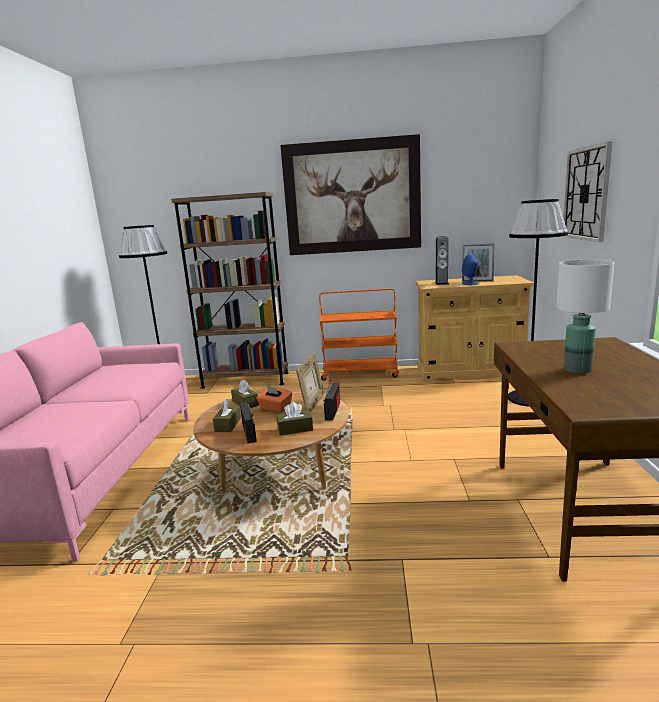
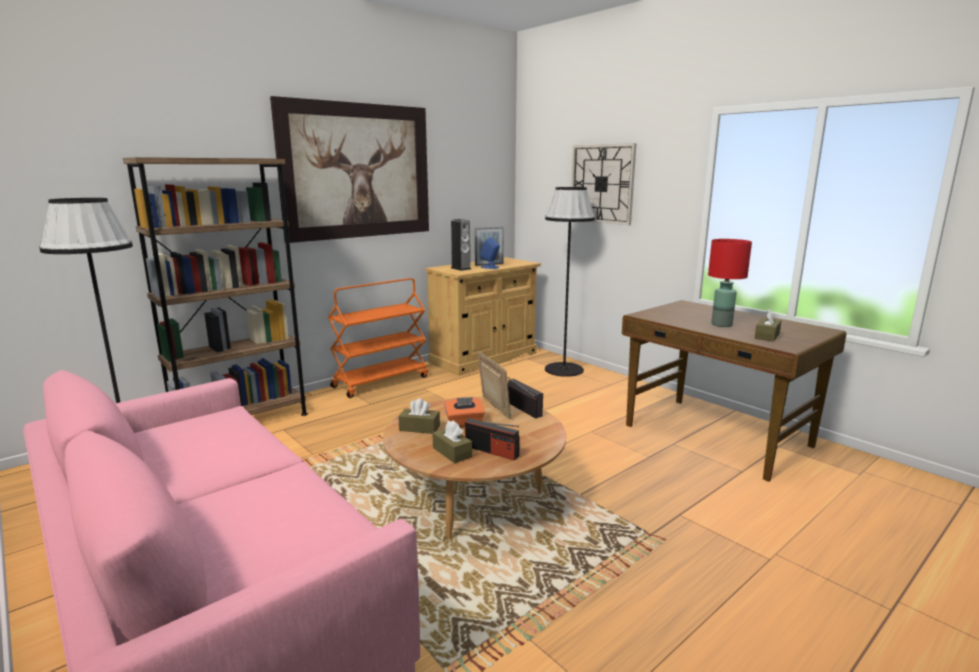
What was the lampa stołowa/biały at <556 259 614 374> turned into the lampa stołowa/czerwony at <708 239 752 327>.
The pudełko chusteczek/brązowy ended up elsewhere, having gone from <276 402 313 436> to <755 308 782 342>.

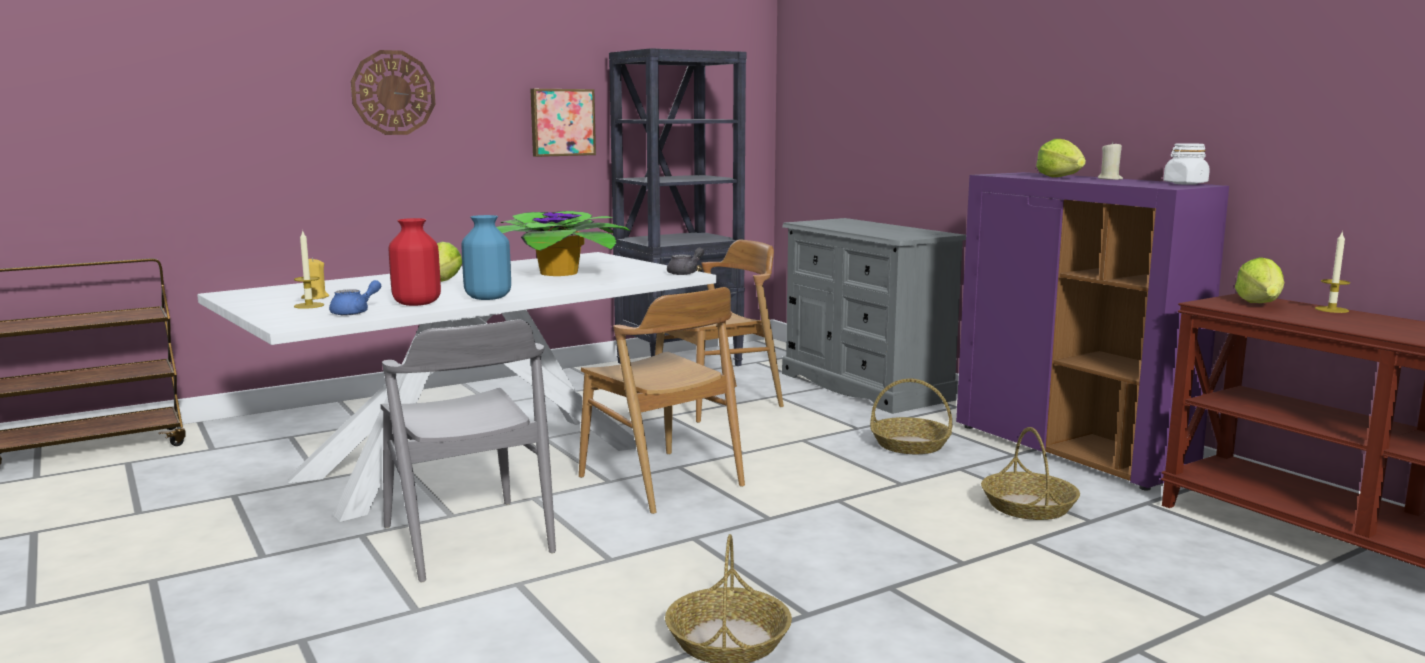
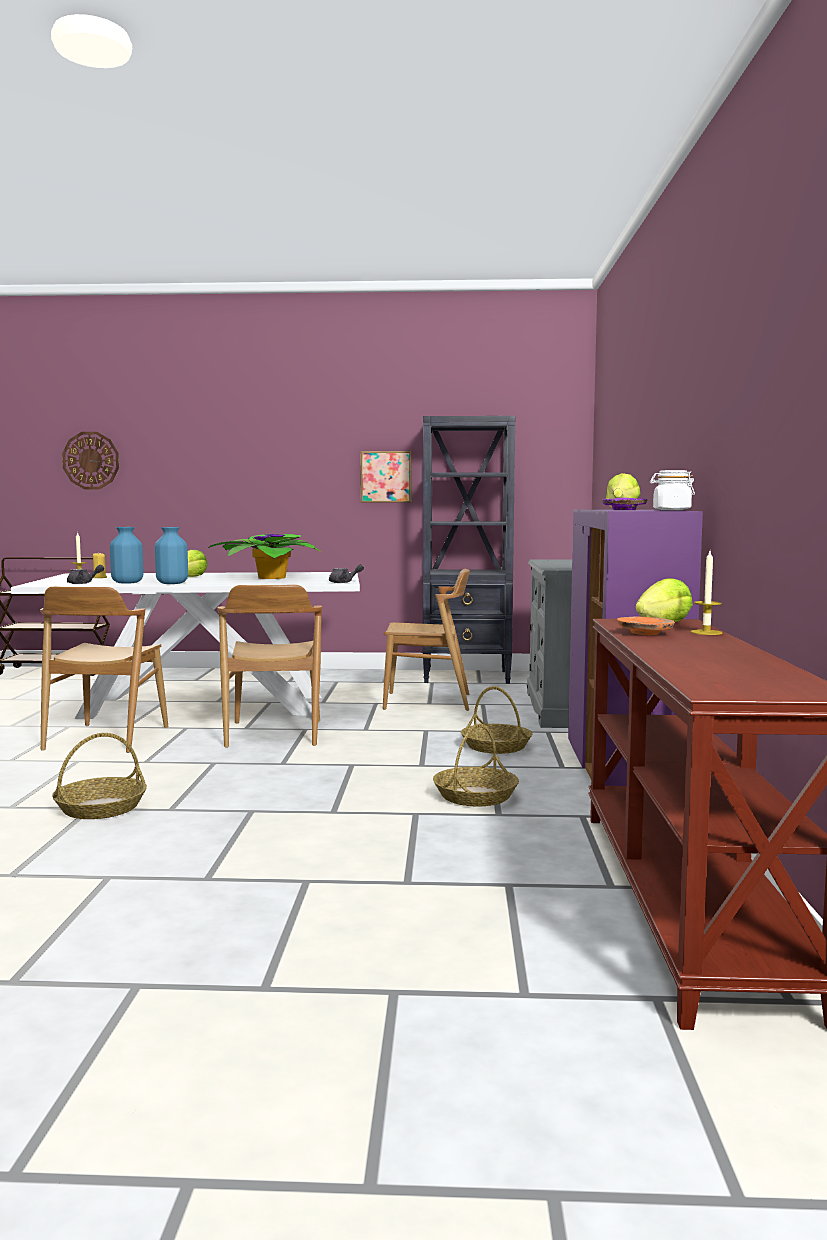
What was the krzesło/szary at <381 320 556 582> turned into the krzesło/brązowy at <40 586 168 753>.
The zegar ścienny ended up elsewhere, having gone from <351 50 435 135> to <62 432 119 489>.
What was the imbryk/niebieski at <329 280 381 315> turned into the imbryk/szary at <67 565 104 584>.
What was the wazon/czerwony at <389 218 441 306> turned into the wazon/niebieski at <110 527 143 584>.
The second view gained the talerz/fioletowy at <602 498 648 510>.
The second view gained the talerz/pomarańczowy at <617 617 675 635>.
The second view lost the świeca/beżowy at <1097 142 1123 180>.

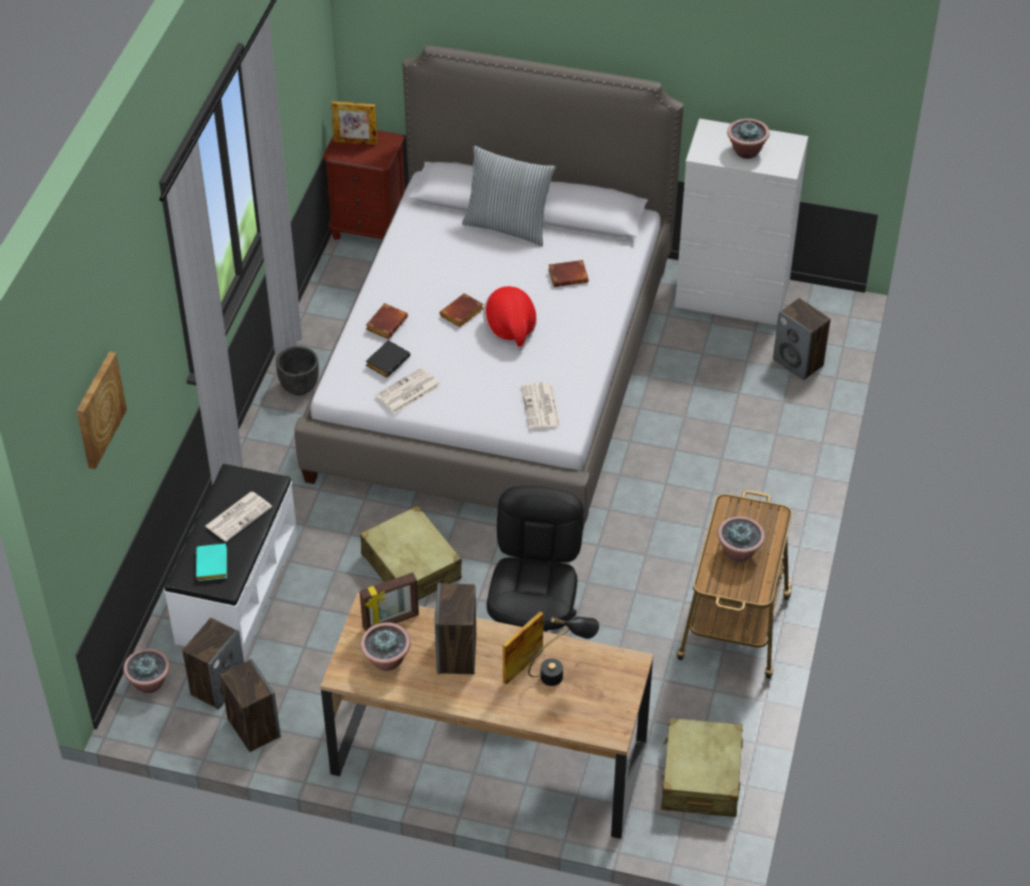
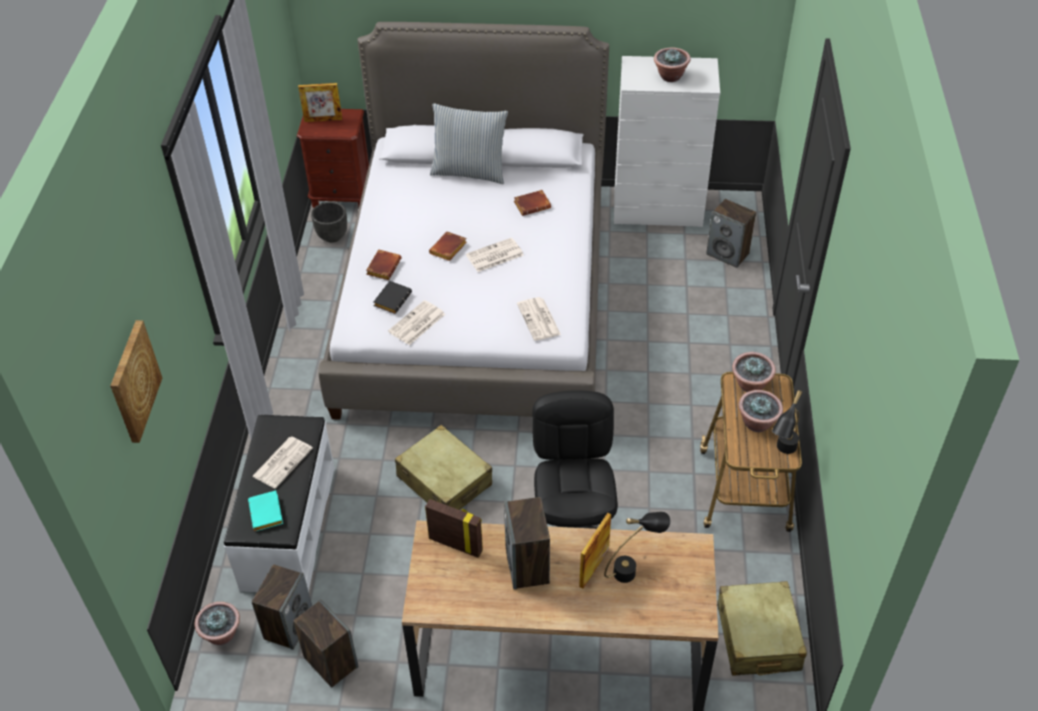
The donica/czarny ended up elsewhere, having gone from <276 346 319 396> to <311 202 347 243>.
The ramka na zdjęcie at <360 572 419 632> ended up facing another way, 120 degrees counterclockwise from before.
Where the kapelusz stood at <483 286 537 351>, the gazeta came to stand at <466 238 524 272>.
The roślina doniczkowa ended up elsewhere, having gone from <361 622 411 671> to <732 352 776 392>.
The second view gained the lampa stołowa/czarny at <772 390 803 454>.

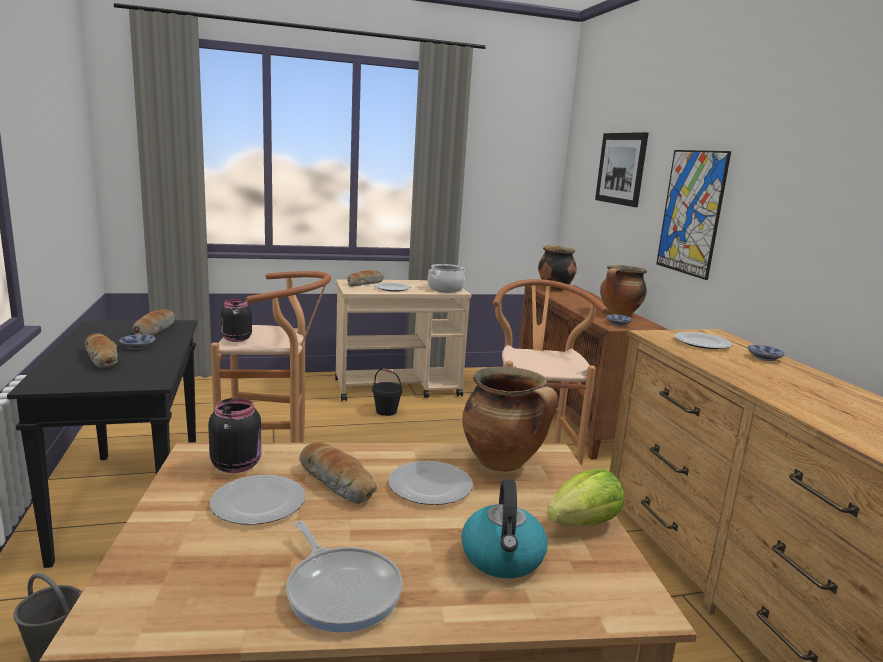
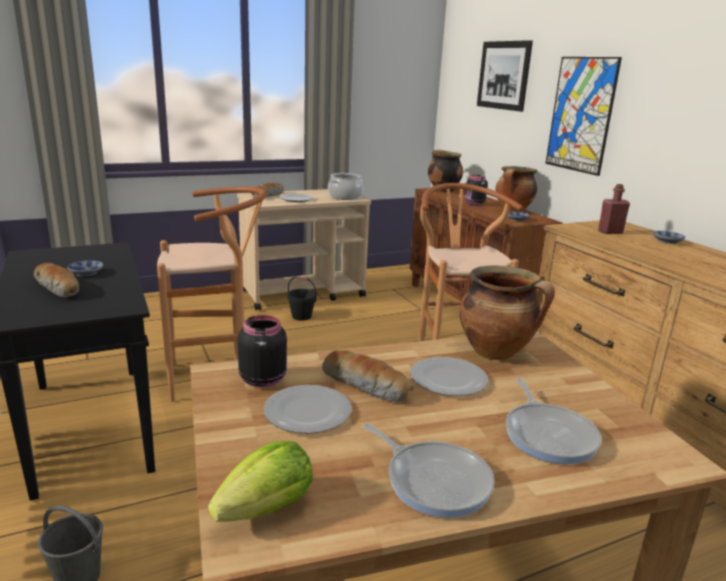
The sałata ended up elsewhere, having gone from <547 469 624 526> to <208 441 313 522>.
The słoik/czarny ended up elsewhere, having gone from <221 299 252 342> to <465 175 488 206>.
Where the czajnik stood at <461 479 548 578>, the patelnia came to stand at <506 378 602 464>.
Where the talerz stood at <674 332 732 349>, the butelka/czerwony came to stand at <598 184 630 234>.
The second view lost the chleb at <132 309 175 336>.

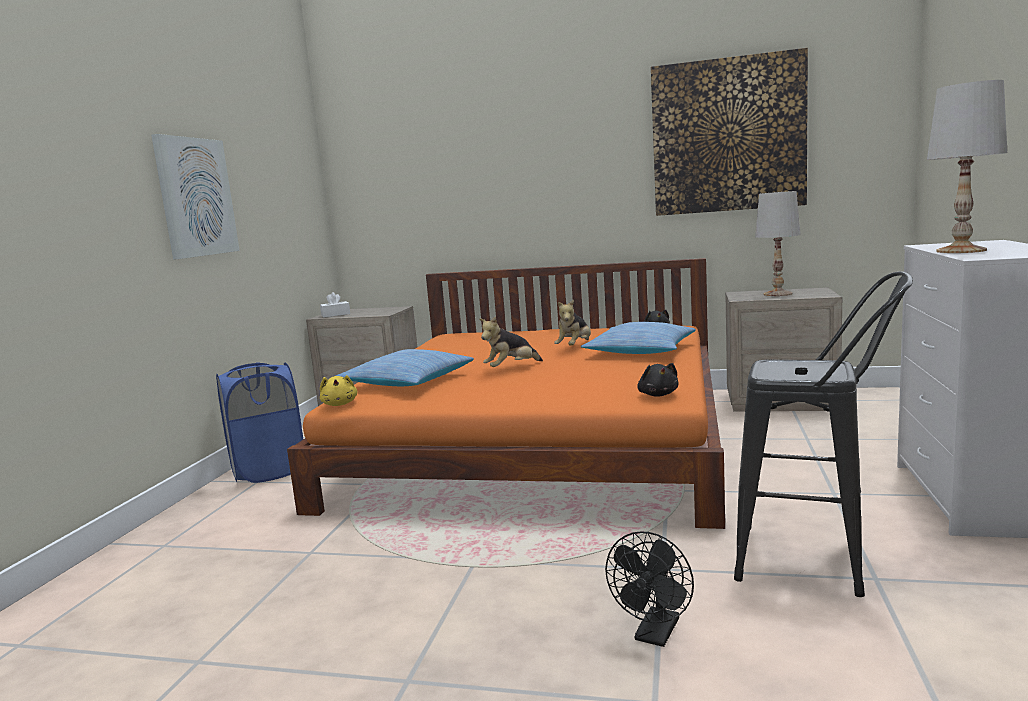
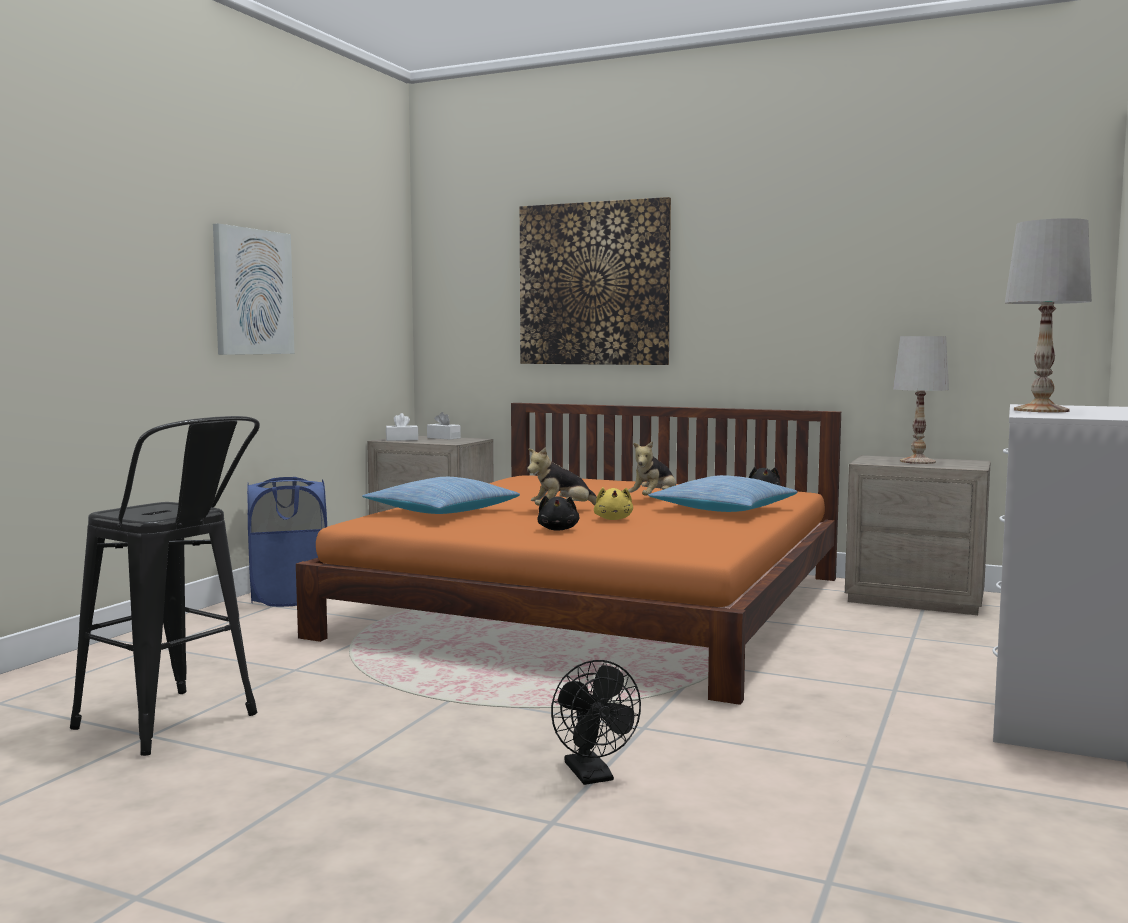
The stołek/czarny ended up elsewhere, having gone from <734 271 913 597> to <70 416 260 756>.
The second view gained the pudełko chusteczek/biały at <427 412 461 440>.
The obraz ended up elsewhere, having gone from <651 48 808 216> to <520 197 671 365>.
The pluszak/czarny ended up elsewhere, having gone from <637 363 678 397> to <537 495 579 531>.
The wentylator/czarny at <605 532 694 647> ended up facing another way, 60 degrees counterclockwise from before.
The pluszak/żółty ended up elsewhere, having gone from <320 375 357 406> to <594 487 633 520>.

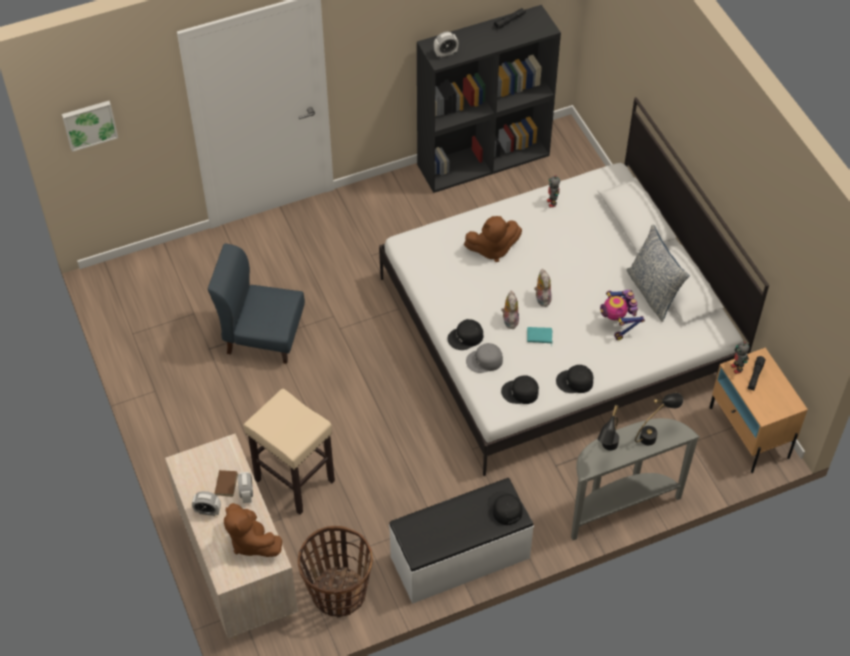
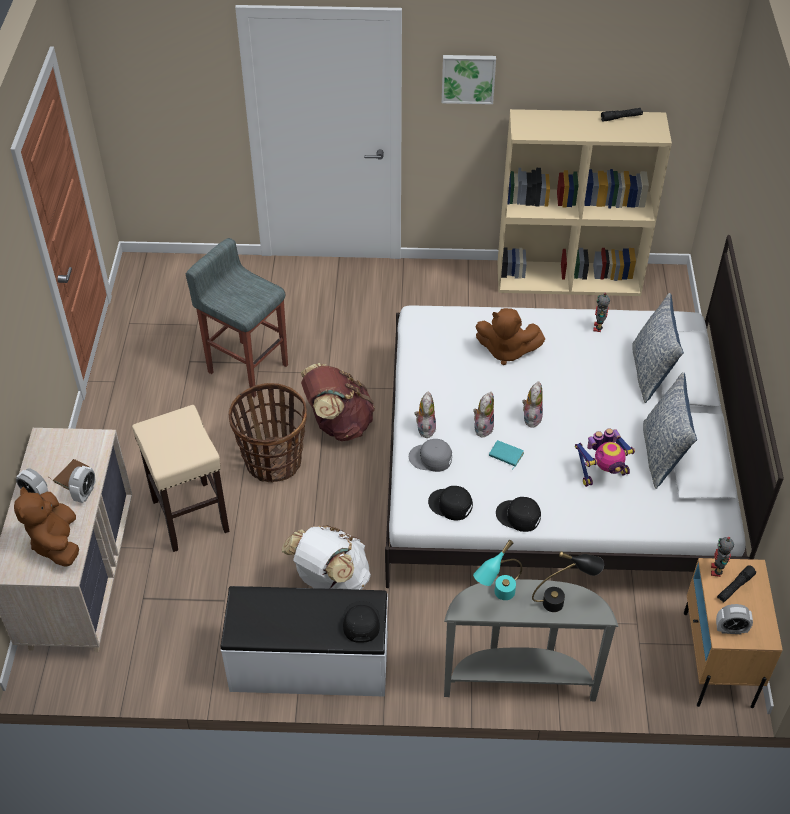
Where the krzesło/niebieski stood at <208 244 305 364>, the stołek/szary came to stand at <186 238 288 398>.
The koszyk ended up elsewhere, having gone from <298 526 373 617> to <229 383 307 483>.
The second view gained the plecak/biały at <282 525 371 590>.
The second view gained the plecak/brązowy at <301 363 375 441>.
Where the czapka z daszkiem/czarny stood at <447 319 483 350>, the pluszak came to stand at <415 391 436 438>.
The obraz ended up elsewhere, having gone from <62 101 118 152> to <442 55 496 104>.
What was the lampa stołowa/czarny at <597 405 619 450> turned into the lampa stołowa/turkusowy at <473 540 522 600>.
What was the regał/czarny at <417 5 561 193> turned into the regał/beżowy at <498 109 672 296>.
The robot zabawkowy at <600 289 645 340> ended up facing another way, 120 degrees counterclockwise from before.
The second view gained the poduszka at <632 293 684 403>.
The budzik ended up elsewhere, having gone from <434 32 458 58> to <716 604 753 634>.

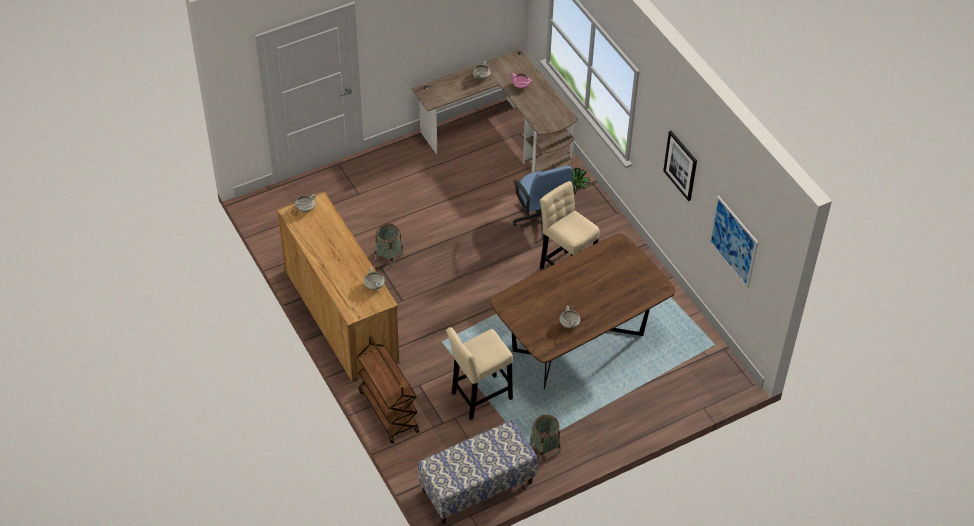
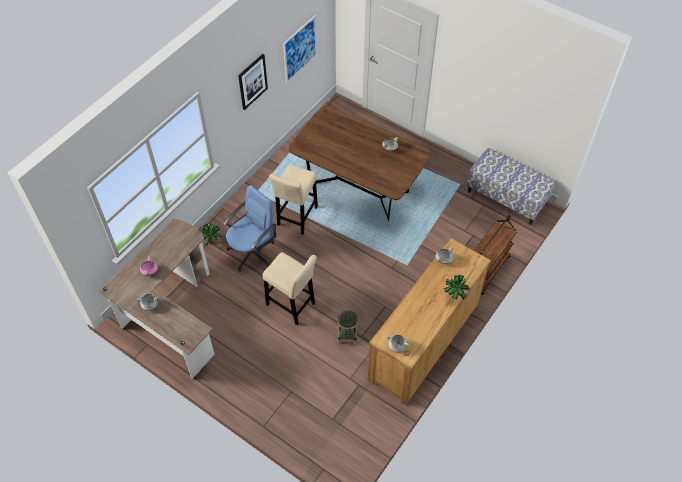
The stołek/beżowy ended up elsewhere, having gone from <446 327 513 420> to <262 252 317 325>.
The second view gained the roślina doniczkowa at <444 275 470 300>.
The second view lost the koszyk at <529 415 561 462>.

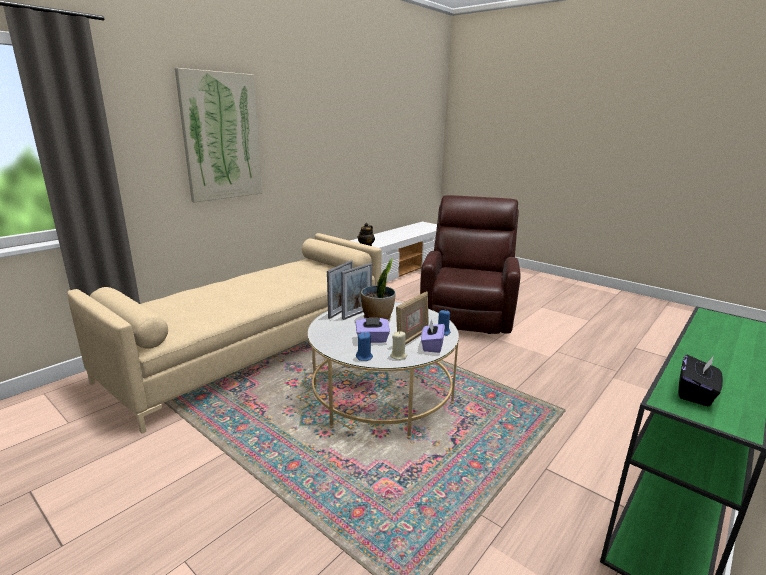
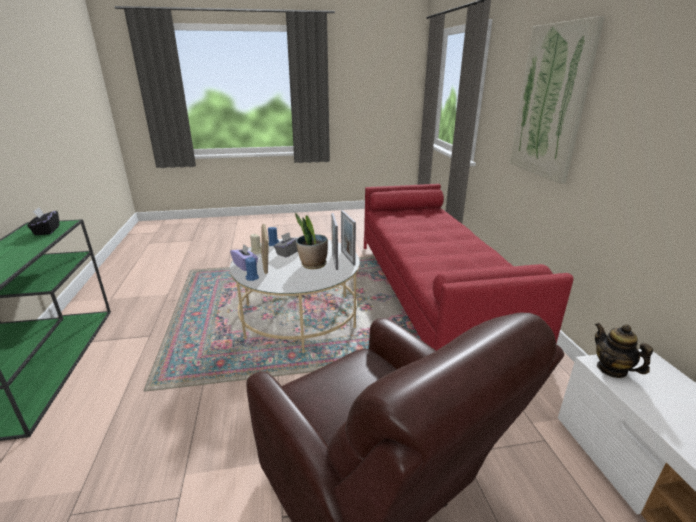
What was the pudełko chusteczek/fioletowy at <356 318 390 343> turned into the pudełko chusteczek/szary at <274 232 298 257>.
What was the kanapa/beżowy at <67 233 382 434> turned into the kanapa/czerwony at <364 184 574 351>.

